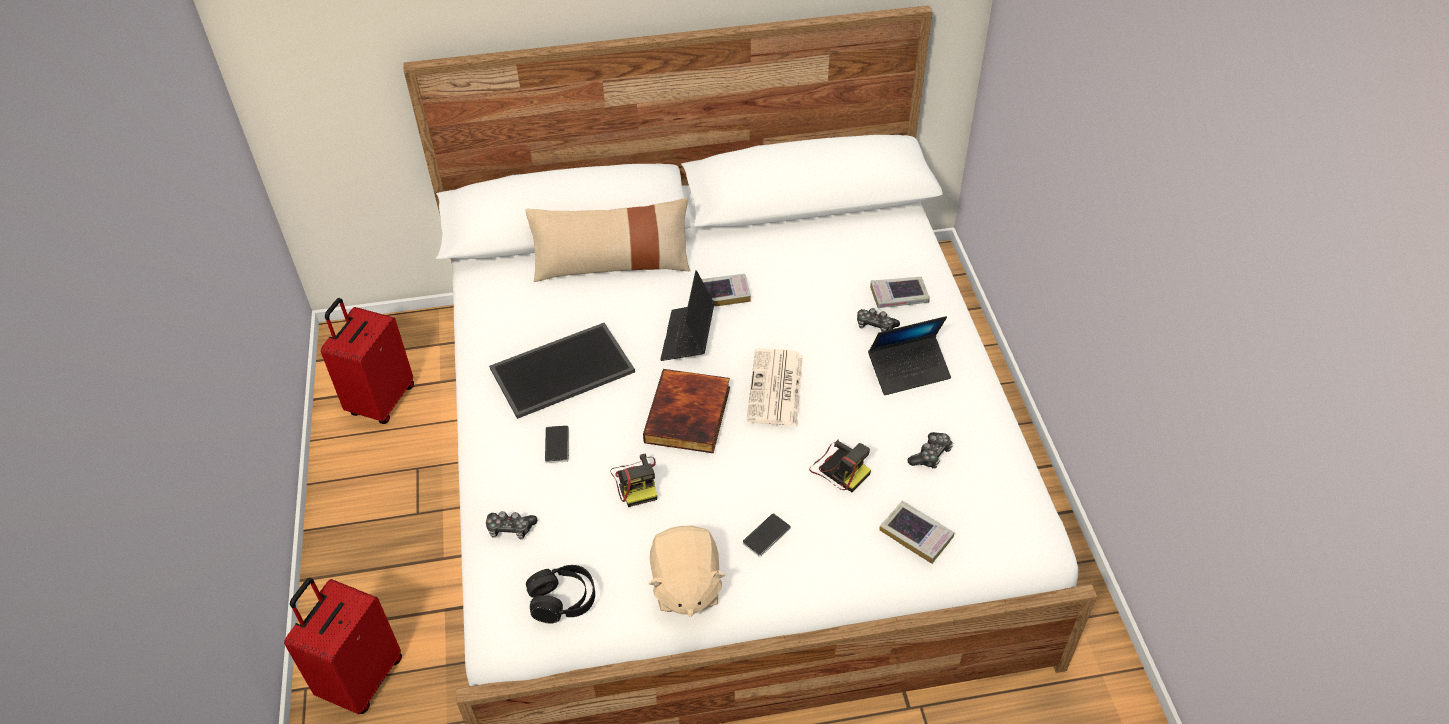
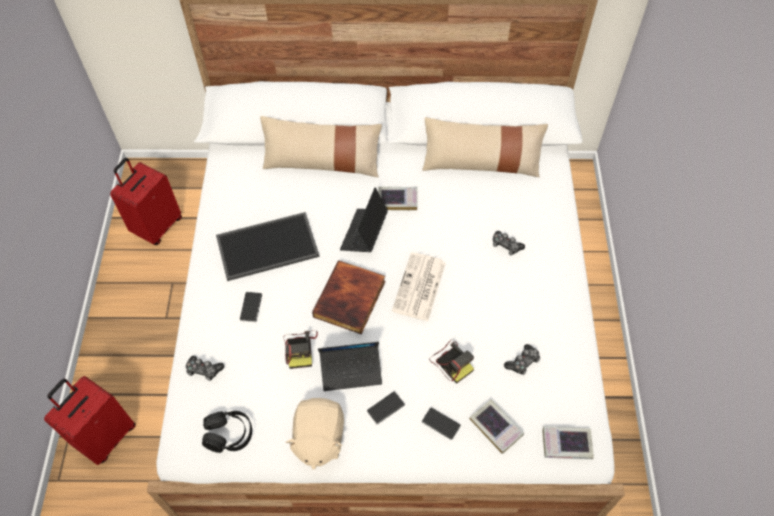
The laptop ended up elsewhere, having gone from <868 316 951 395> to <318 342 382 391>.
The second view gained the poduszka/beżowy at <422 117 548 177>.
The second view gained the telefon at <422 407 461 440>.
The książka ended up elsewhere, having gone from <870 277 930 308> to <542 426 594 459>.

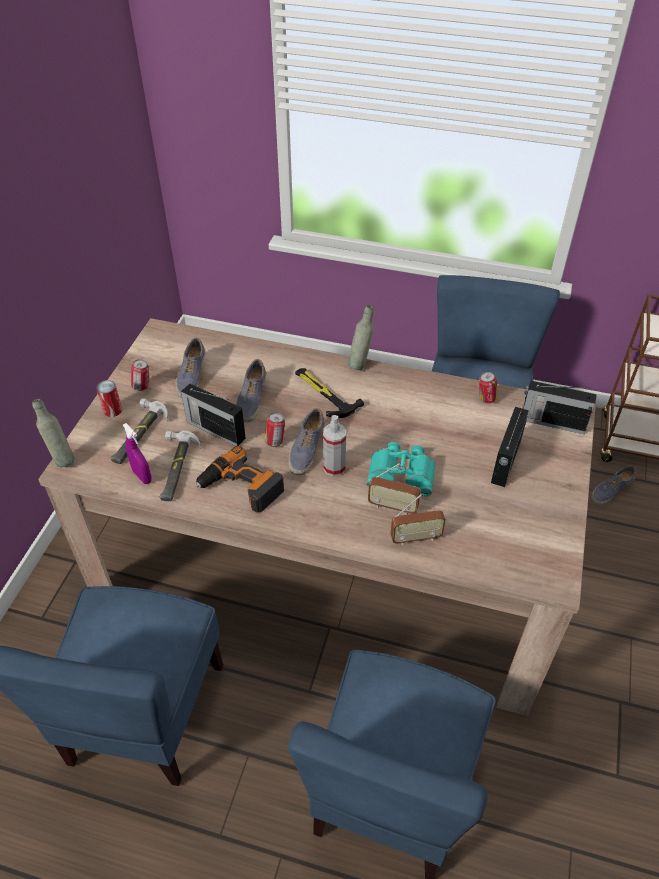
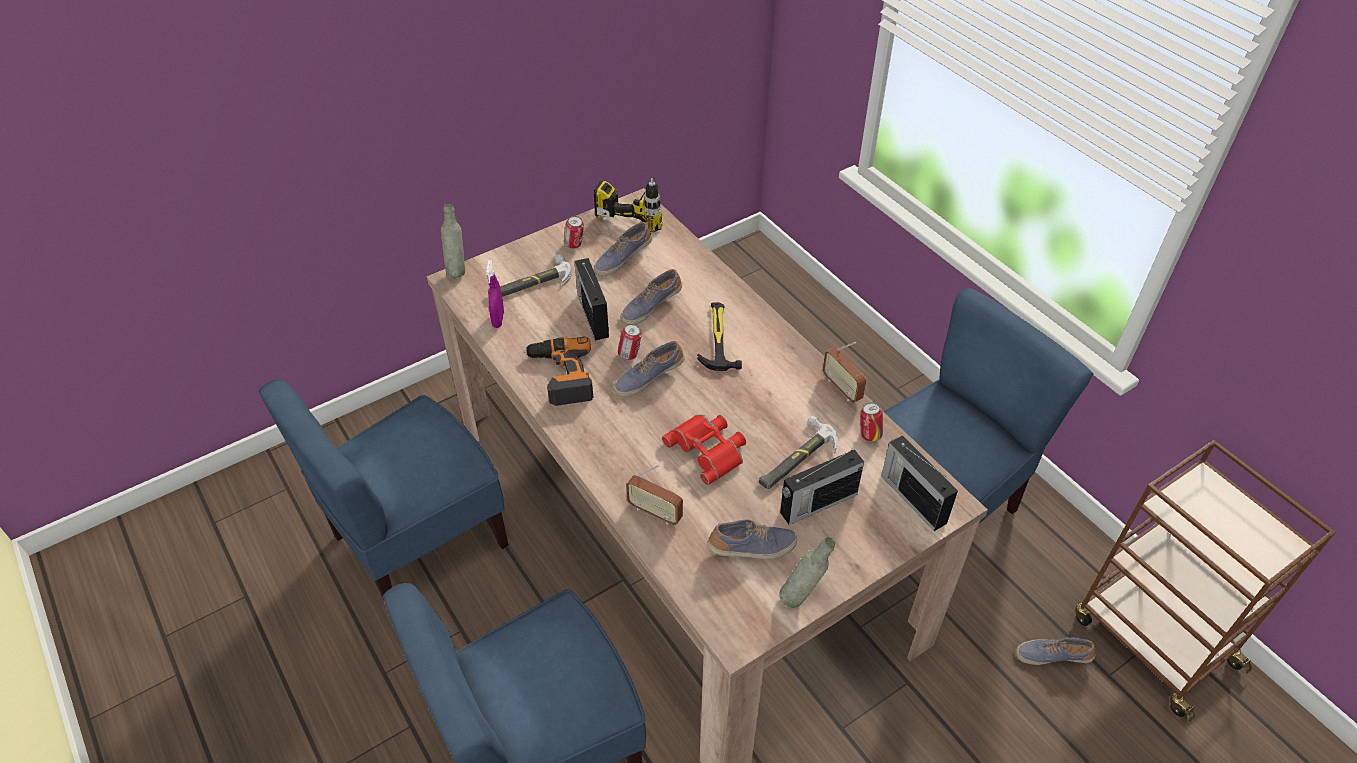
The second view gained the wiertarka at <594 178 663 232>.
What was the lornetka/turkusowy at <367 442 436 496> turned into the lornetka/czerwony at <662 414 746 485>.
The second view gained the but at <707 520 797 559>.
The młotek ended up elsewhere, having gone from <160 430 201 501> to <759 415 838 489>.
The butelka/szary ended up elsewhere, having gone from <348 305 374 370> to <779 537 835 608>.
The radio ended up elsewhere, having gone from <368 463 421 515> to <823 342 866 403>.
The second view lost the puszka at <96 380 122 417>.
The second view lost the spryskiwacz at <323 415 346 476>.

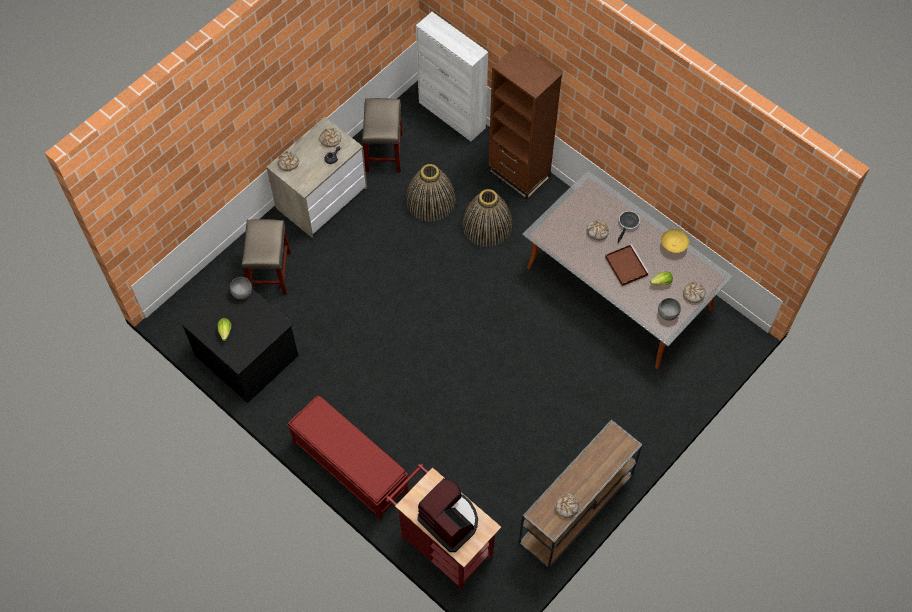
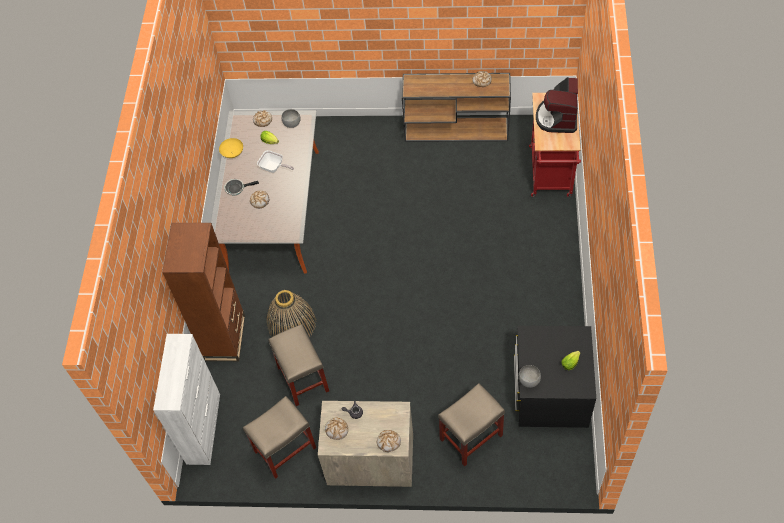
Where the taca/brązowy stood at <605 244 649 286>, the patelnia came to stand at <257 150 294 173>.
Where the koszyk stood at <406 164 456 222>, the stołek/beżowy came to stand at <268 324 329 406>.
The second view lost the ławka/czerwony at <287 395 408 520>.

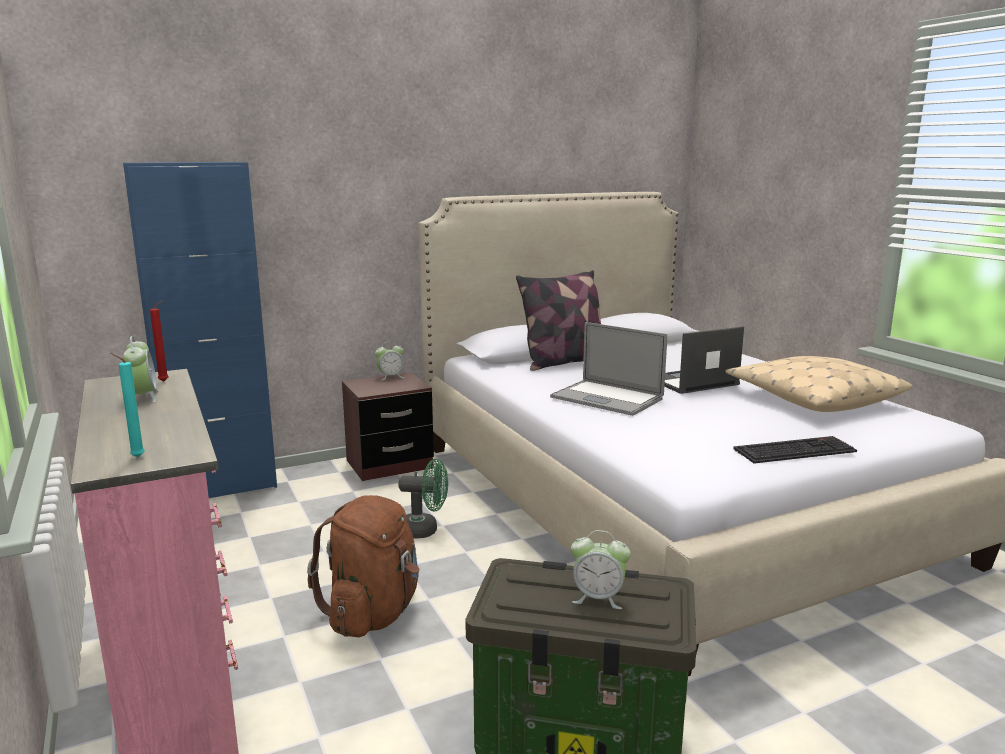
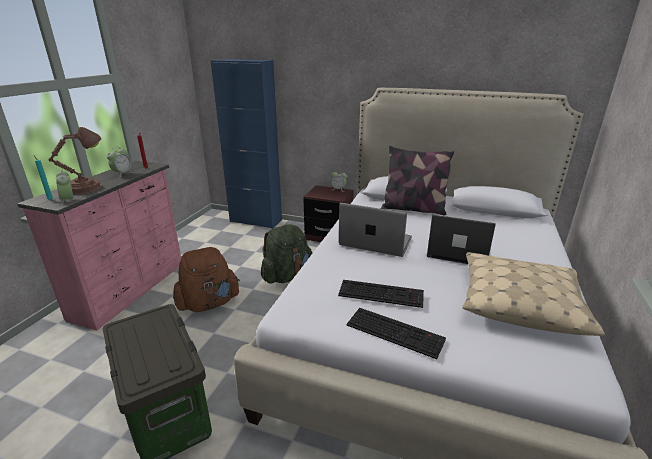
The second view gained the lampa stołowa/brązowy at <48 127 101 194>.
The budzik ended up elsewhere, having gone from <571 530 631 609> to <56 169 73 206>.
Where the wentylator/zielony stood at <398 459 448 538>, the plecak/zielony came to stand at <261 224 312 283>.
The second view gained the klawiatura at <338 280 424 308>.
The laptop at <550 322 667 416> ended up facing another way, 120 degrees clockwise from before.

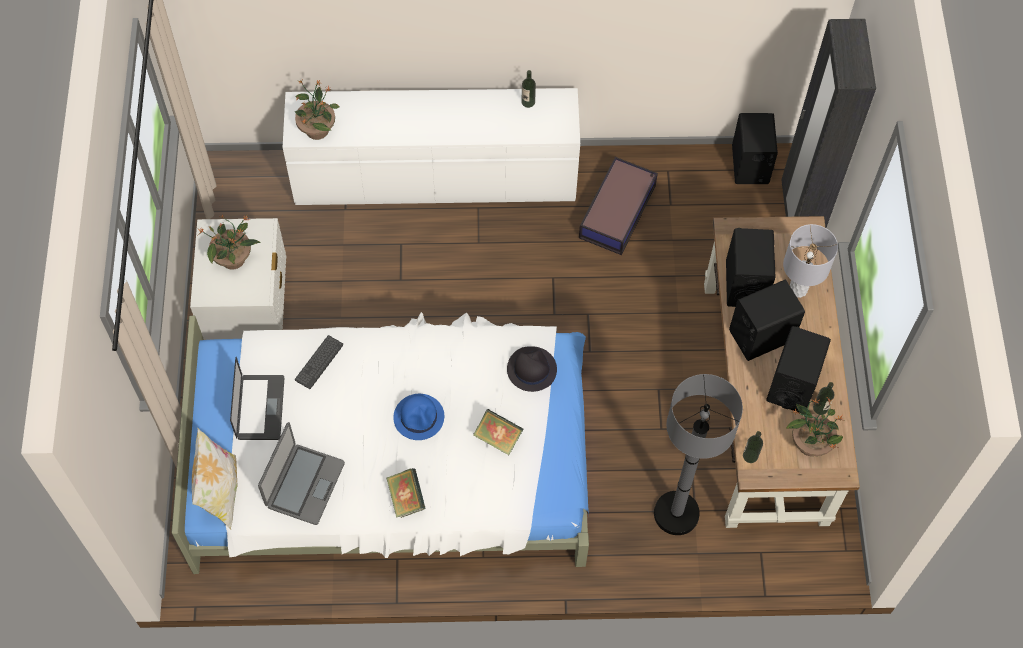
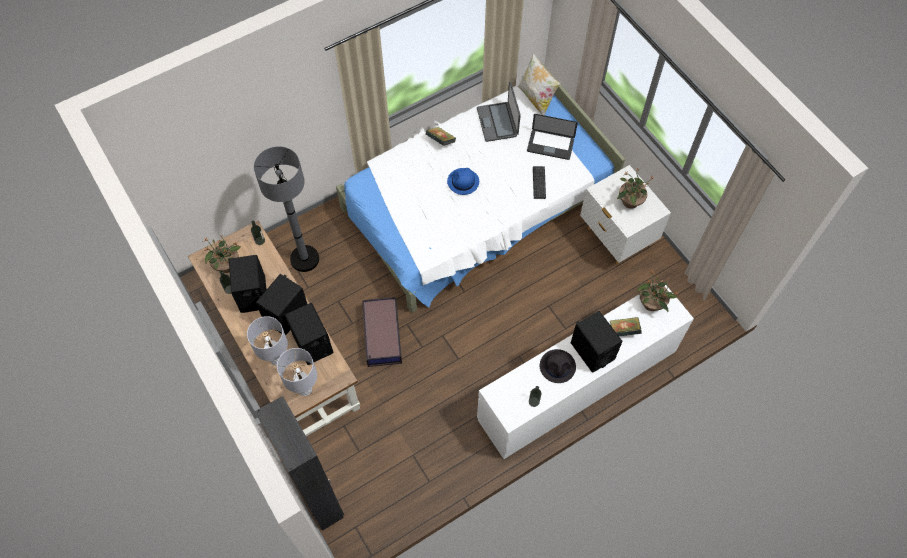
The second view gained the lampa stołowa/szary at <277 348 317 396>.
The pojemnik do przechowywania ended up elsewhere, having gone from <579 157 658 255> to <362 297 402 367>.
The laptop at <230 357 284 440> ended up facing another way, 45 degrees counterclockwise from before.
The kapelusz/czarny ended up elsewhere, having gone from <507 346 557 392> to <540 349 576 383>.
The głośnik/czarny ended up elsewhere, having gone from <732 113 778 184> to <571 311 623 373>.
The książka ended up elsewhere, having gone from <473 409 523 455> to <610 317 642 336>.

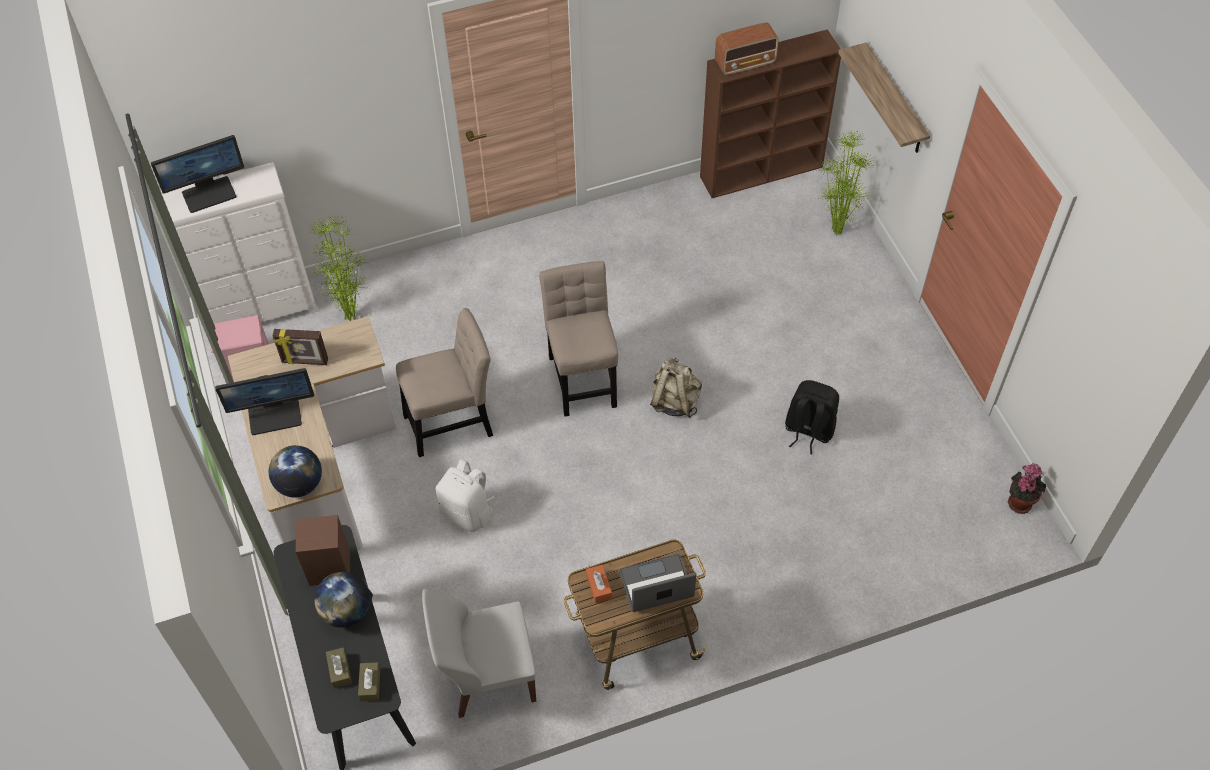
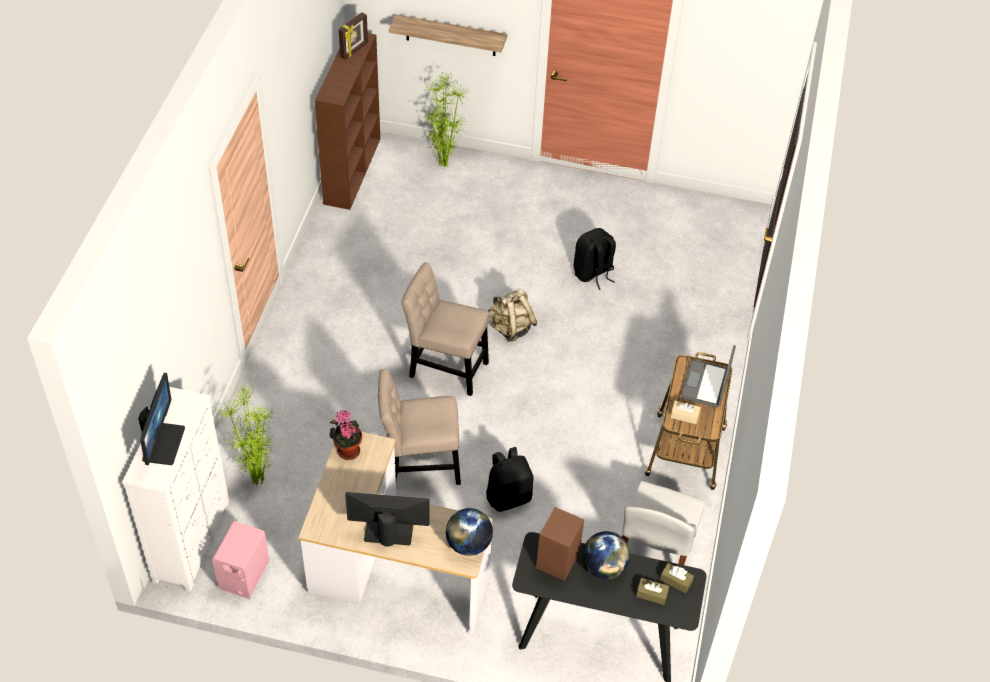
The roślina doniczkowa ended up elsewhere, having gone from <1008 463 1046 514> to <330 410 362 460>.
The ramka na zdjęcie ended up elsewhere, having gone from <272 329 328 365> to <339 12 368 60>.
The monitor at <215 368 314 435> ended up facing another way, 105 degrees counterclockwise from before.
The krzesło/beżowy at <396 308 493 457> ended up facing another way, 105 degrees counterclockwise from before.
What was the plecak/biały at <436 459 494 532> turned into the plecak/czarny at <486 447 534 512>.
What was the pudełko chusteczek/pomarańczowy at <586 565 612 603> turned into the pudełko chusteczek/beżowy at <670 401 701 424>.
The second view lost the radio at <715 22 779 75>.

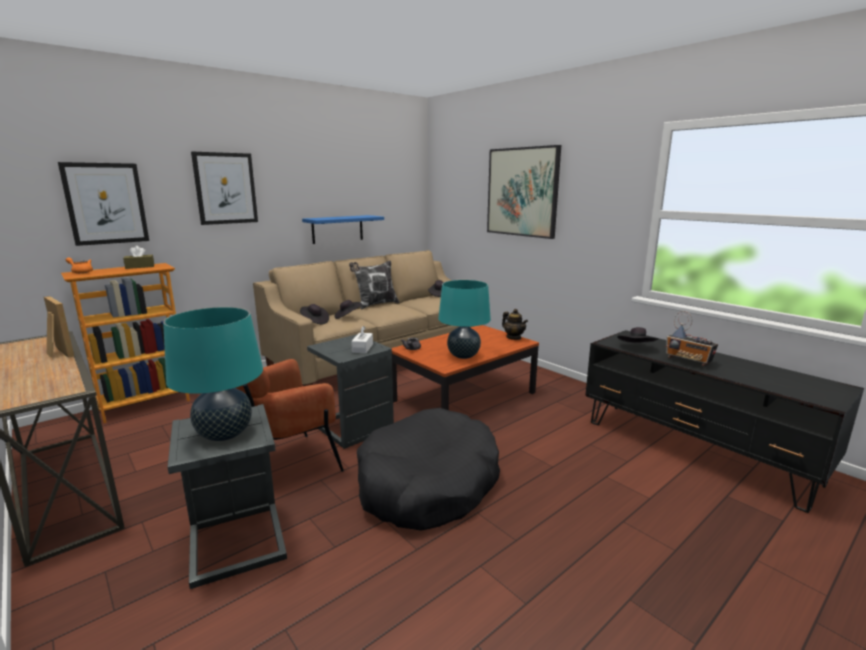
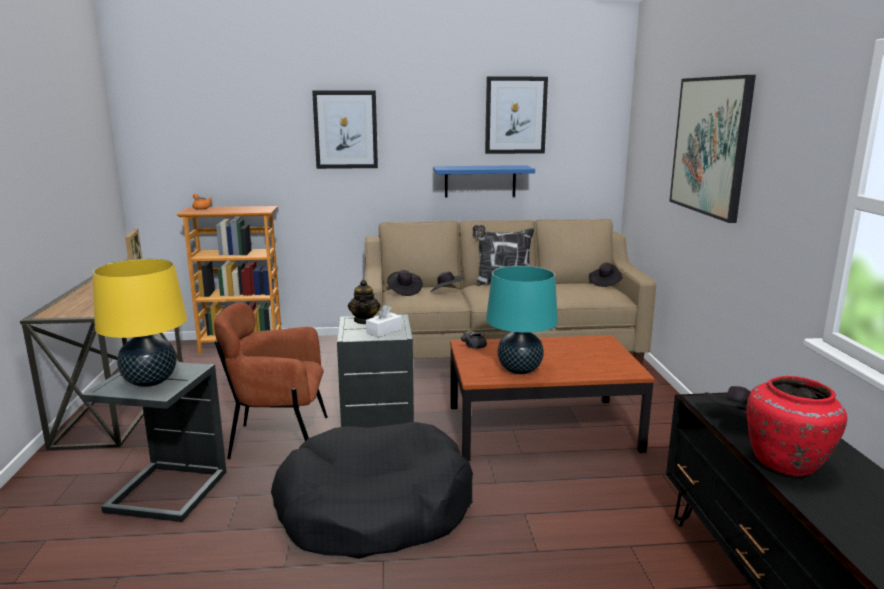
What was the lampa stołowa/turkusowy at <163 307 263 441> turned into the lampa stołowa/żółty at <93 259 187 387>.
The imbryk ended up elsewhere, having gone from <502 309 528 340> to <348 280 380 324>.
The obraz ended up elsewhere, having gone from <58 162 149 246> to <485 77 548 154>.
Where the radio stood at <666 311 718 366>, the wazon/czerwony came to stand at <746 376 847 476>.
The second view lost the pudełko chusteczek/brązowy at <123 246 154 269>.

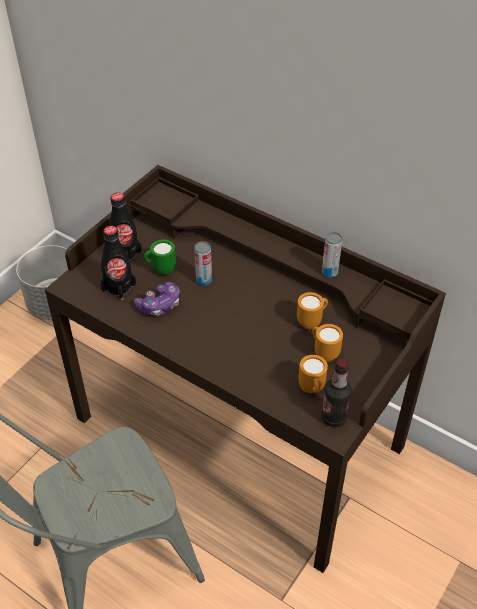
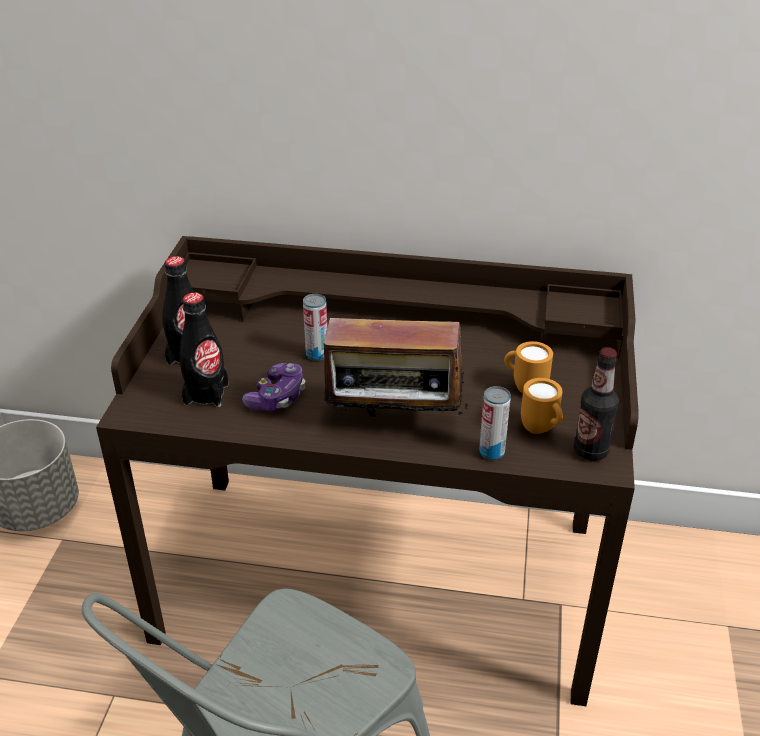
The second view gained the radio at <318 312 467 437>.
The puszka ended up elsewhere, having gone from <322 232 342 278> to <479 386 511 460>.
The second view lost the kubek/zielony at <144 240 176 275>.
The second view lost the kubek/pomarańczowy at <297 292 328 330>.

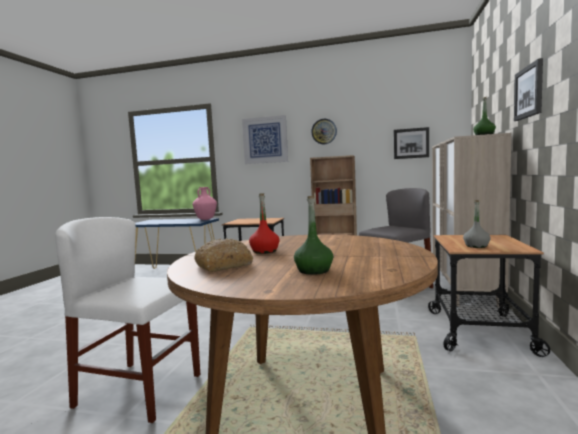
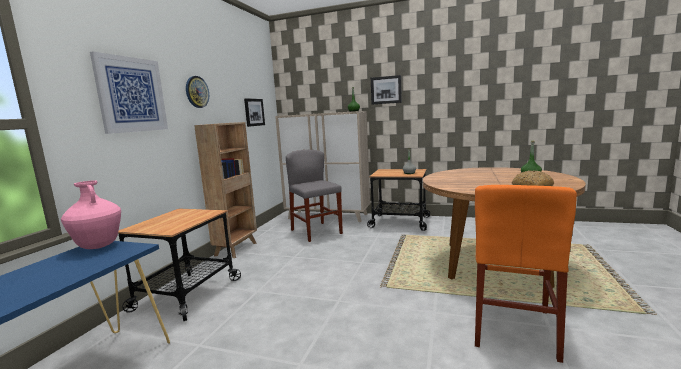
What was the krzesło/biały at <55 217 200 423> turned into the krzesło/pomarańczowy at <475 185 577 363>.
The second view lost the butelka/czerwony at <249 193 280 254>.

